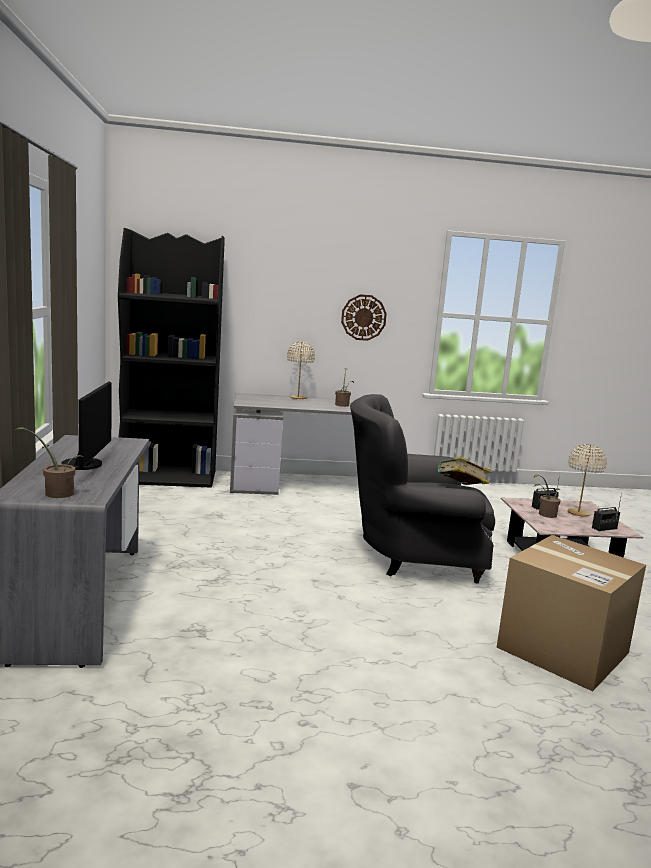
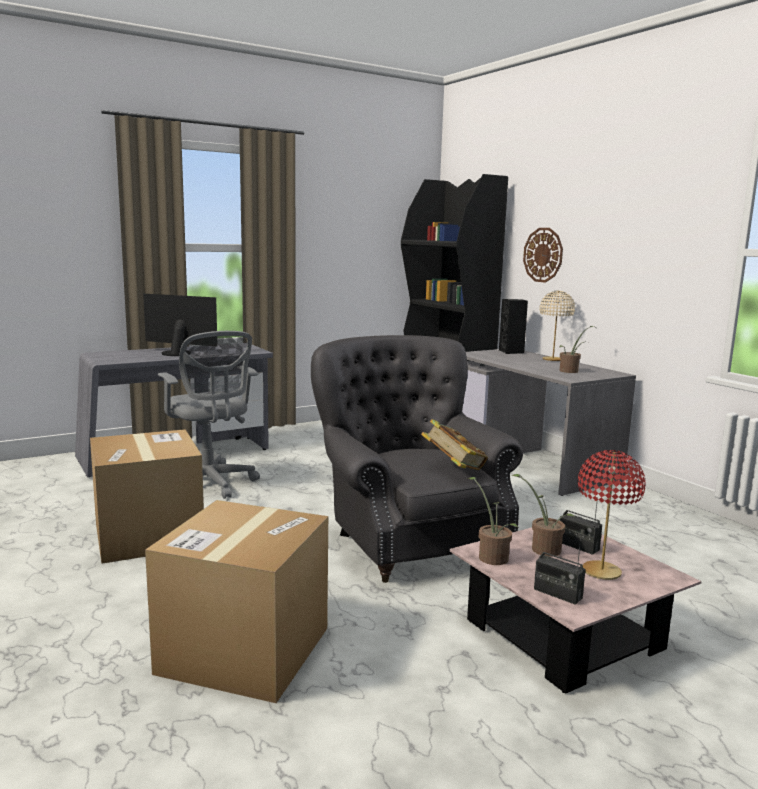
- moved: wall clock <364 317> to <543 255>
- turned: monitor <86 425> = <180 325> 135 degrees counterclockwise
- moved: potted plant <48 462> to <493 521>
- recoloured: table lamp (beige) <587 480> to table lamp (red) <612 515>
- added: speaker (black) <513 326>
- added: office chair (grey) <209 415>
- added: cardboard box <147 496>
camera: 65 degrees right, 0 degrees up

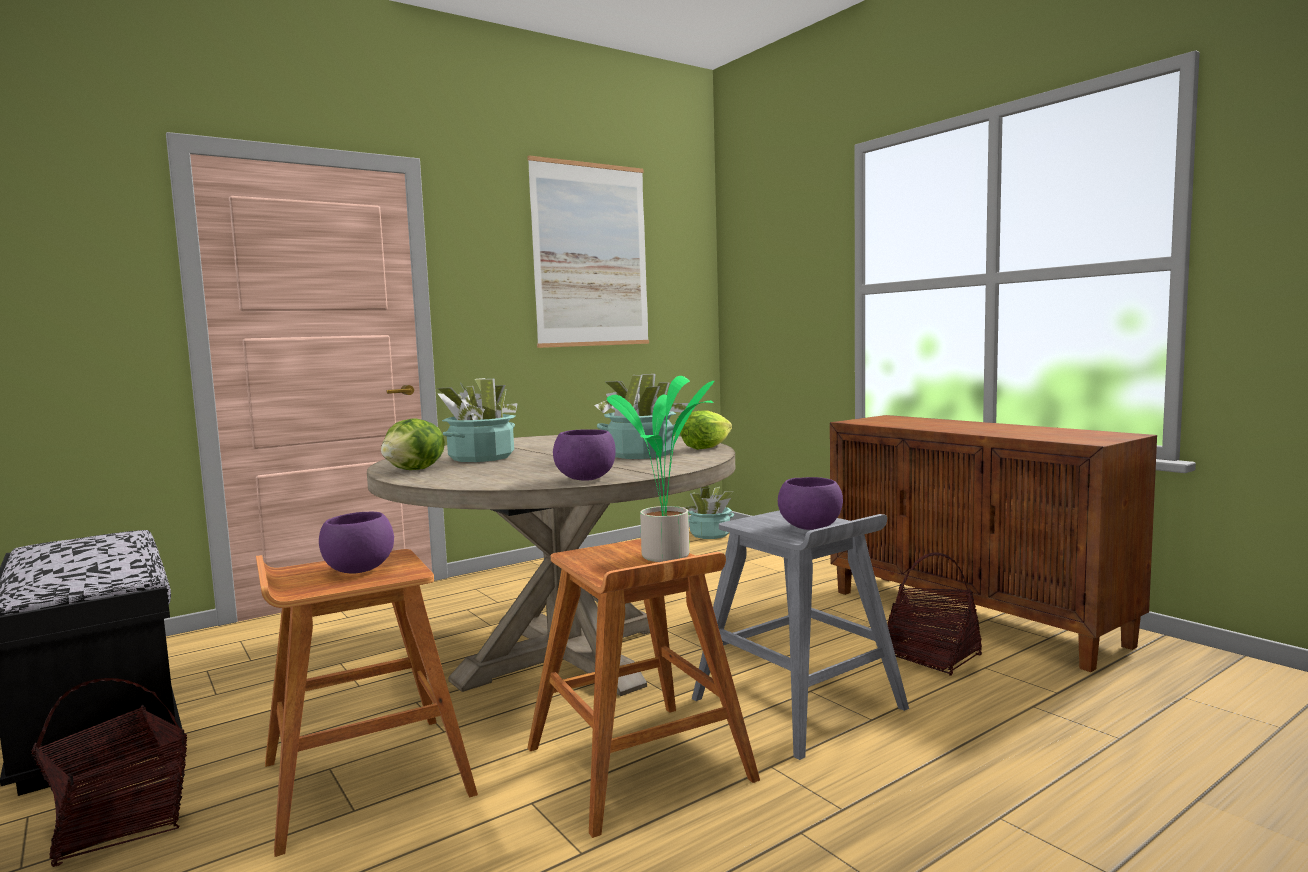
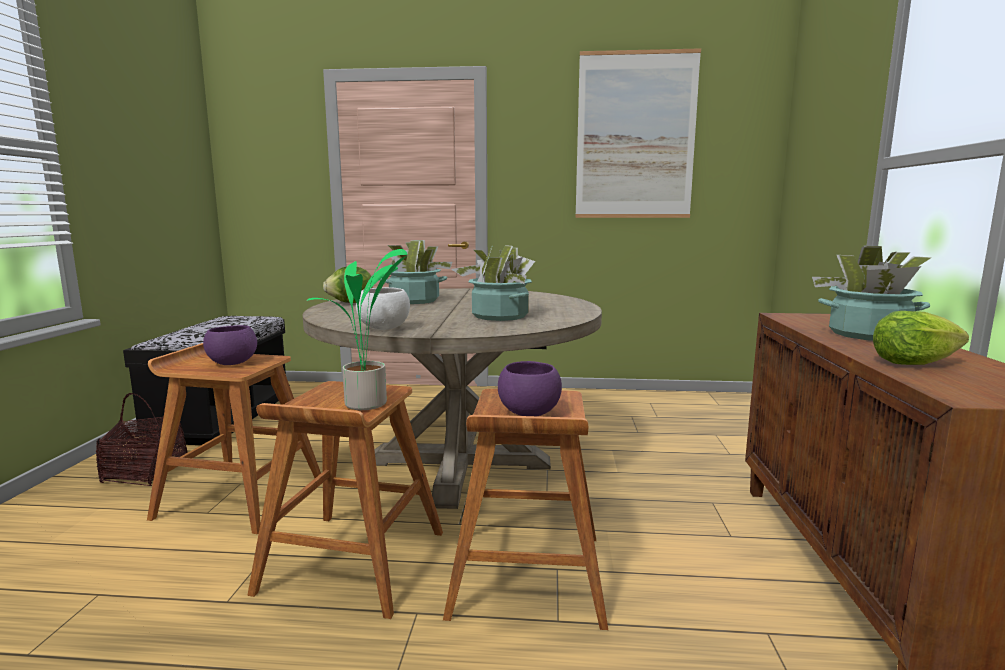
- moved: lettuce <706 430> to <921 338>
- recoloured: bowl (purple) <584 455> to bowl (white) <383 308>
- moved: potted plant <708 512> to <872 293>
- recoloured: stool (grey) <800 635> to stool (brown) <525 509>
- removed: basket <934 614>
camera: 40 degrees right, 5 degrees up

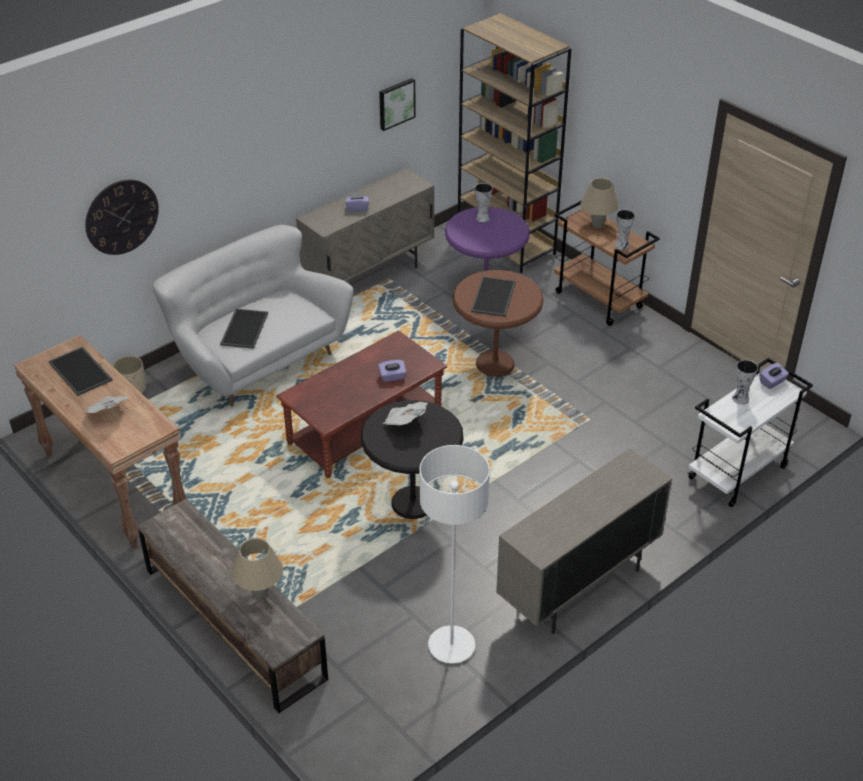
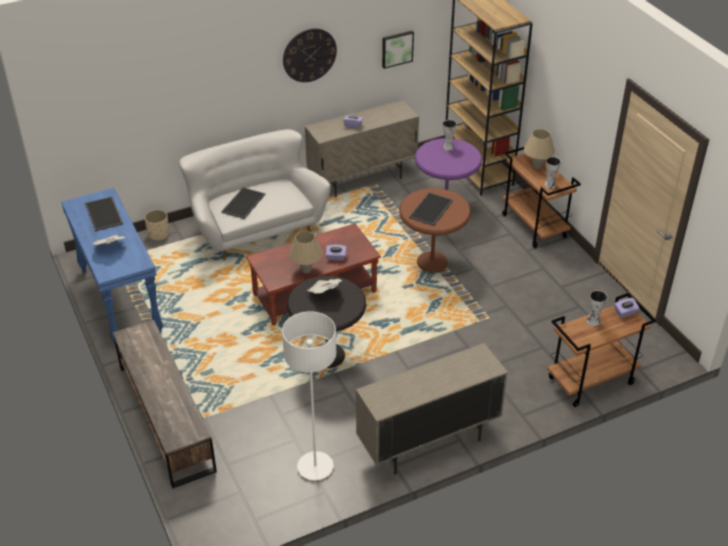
- moved: wall clock <122 217> to <310 55>
- recoloured: console table (brown) <100 441> to console table (blue) <112 266>
- recoloured: cart (white) <750 432> to cart (brown) <601 350>
- moved: table lamp (beige) <257 568> to <306 252>
camera: 15 degrees right, 0 degrees up

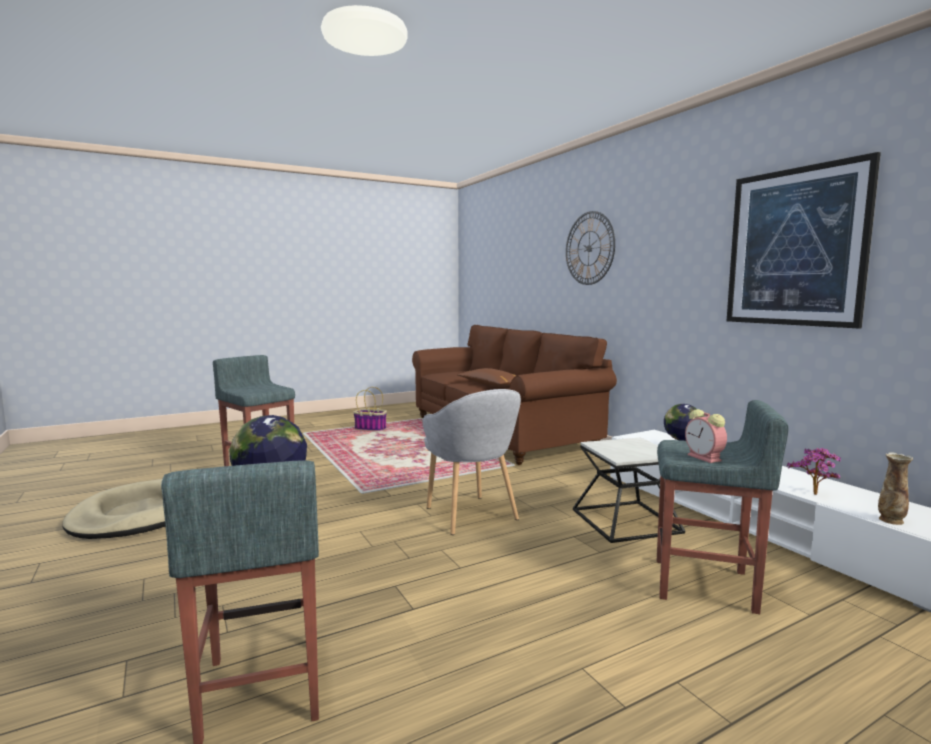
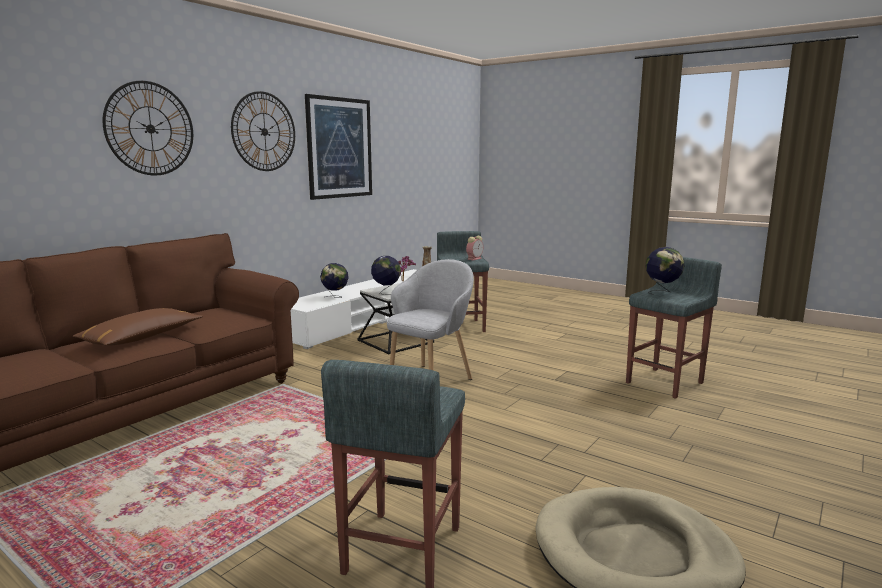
- removed: basket <370 409>
- added: wall clock <263 131>
- added: globe <386 275>
camera: 115 degrees left, 5 degrees up

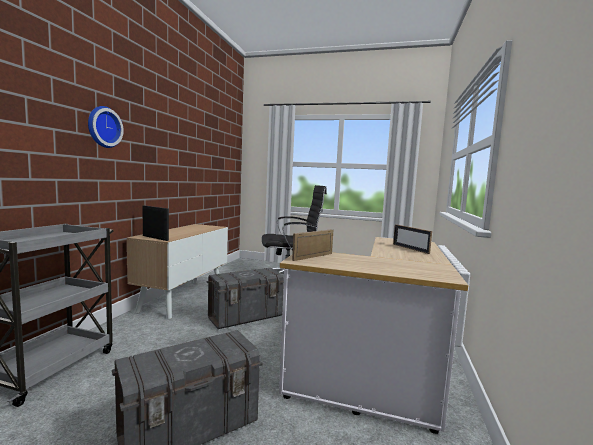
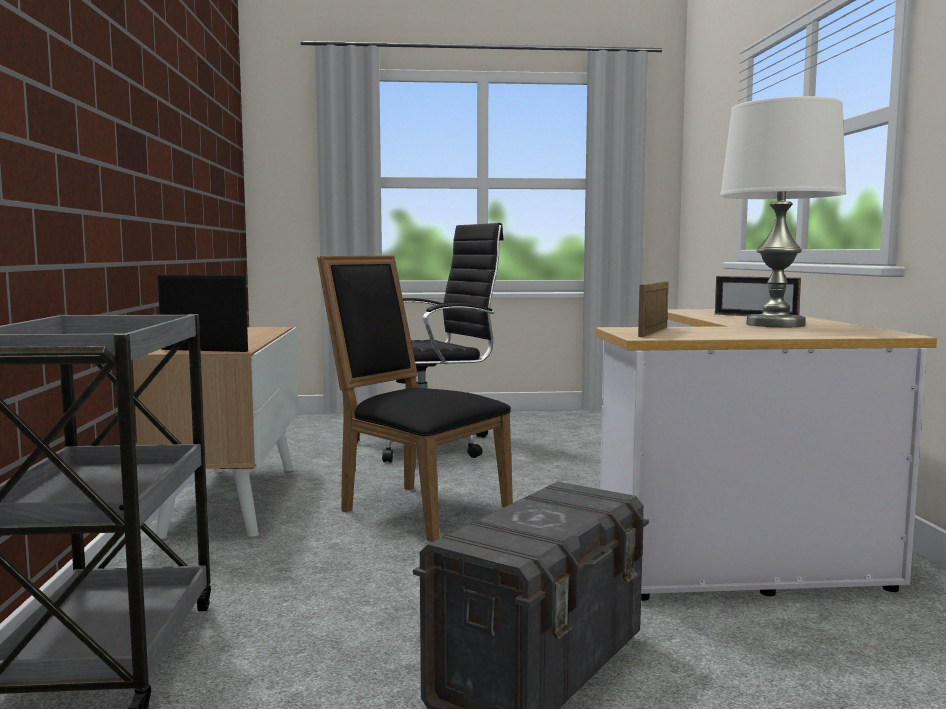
- removed: wall clock <106 127>
- replaced: storage box (grey) <245 298> to chair (black) <415 399>
- added: table lamp (white) <783 211>
camera: 20 degrees left, 0 degrees up

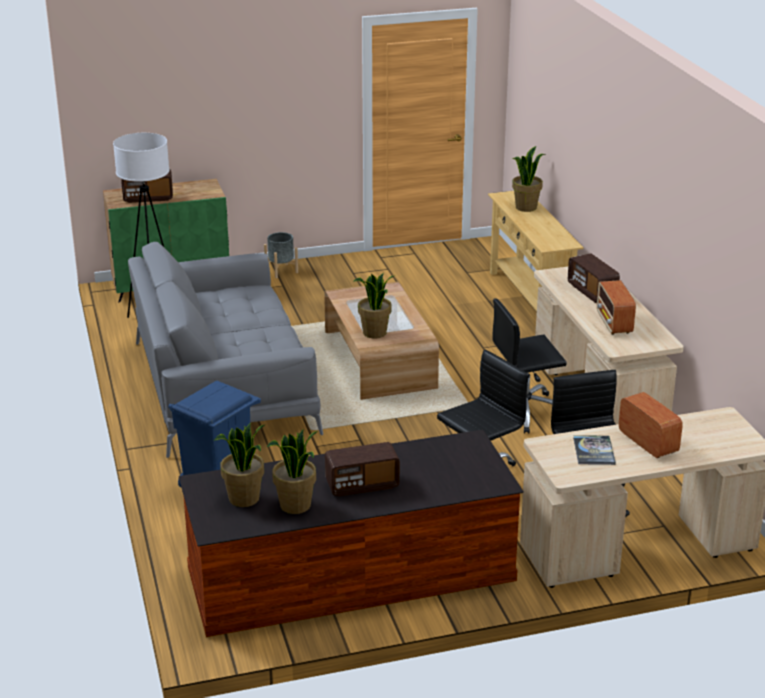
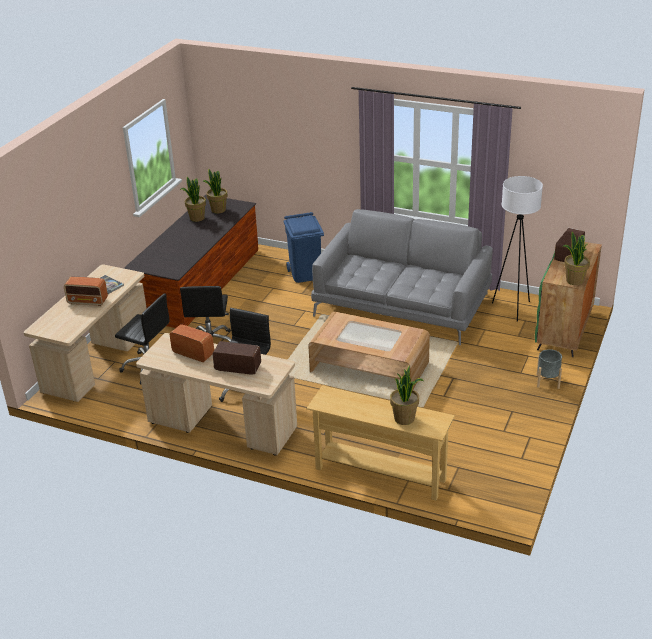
- moved: potted plant <373 306> to <576 258>
- removed: radio <362 469>
camera: 130 degrees right, 5 degrees up

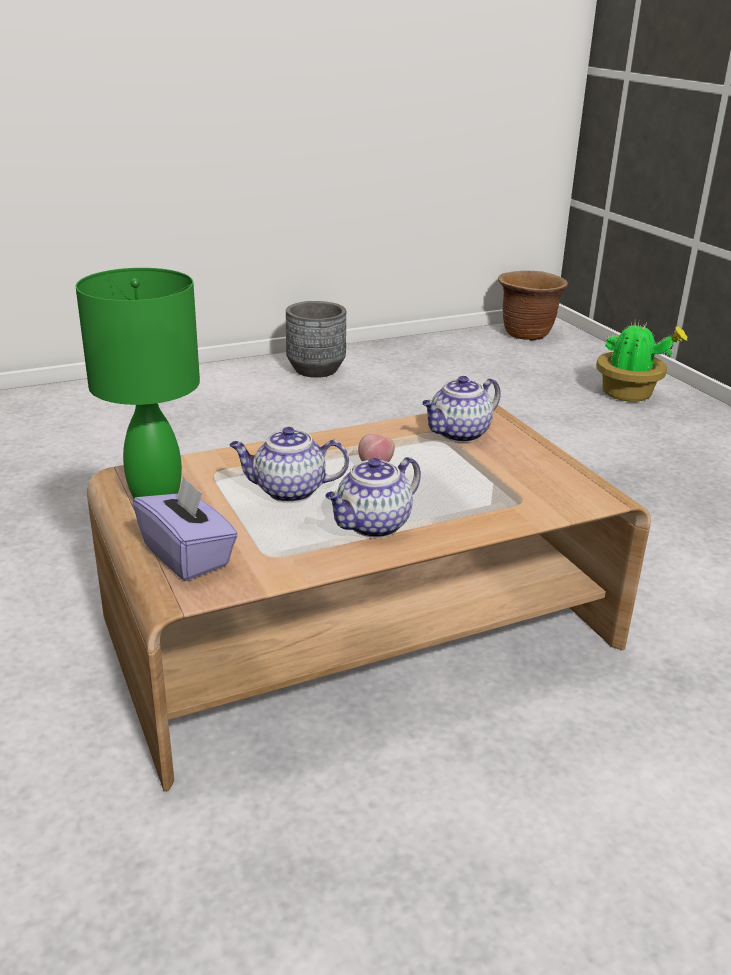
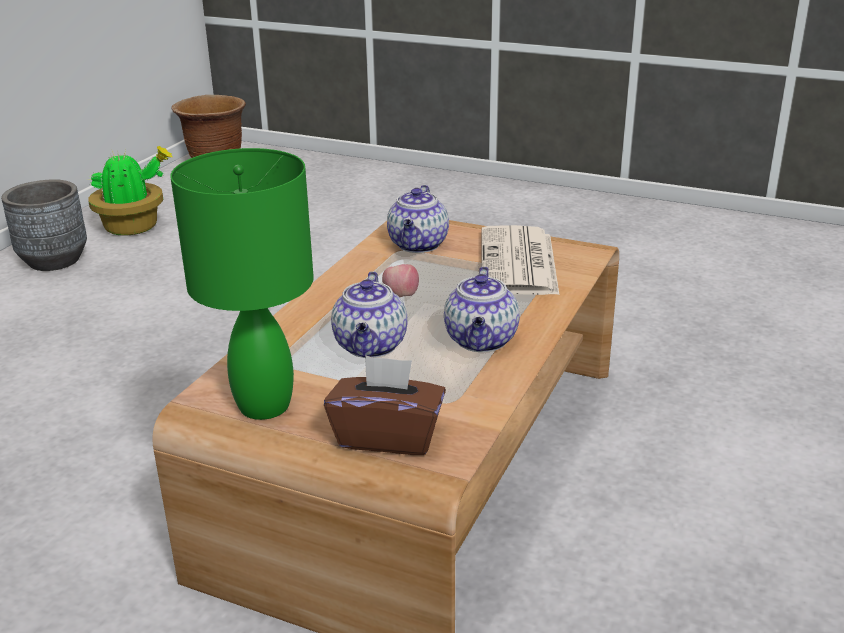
- moved: potted plant <642 361> to <130 191>
- turned: teapot <289 465> = <369 314> 45 degrees counterclockwise
- recoloured: tissue box (purple) <185 528> to tissue box (brown) <385 405>
- added: newspaper <520 260>
camera: 40 degrees left, 0 degrees up

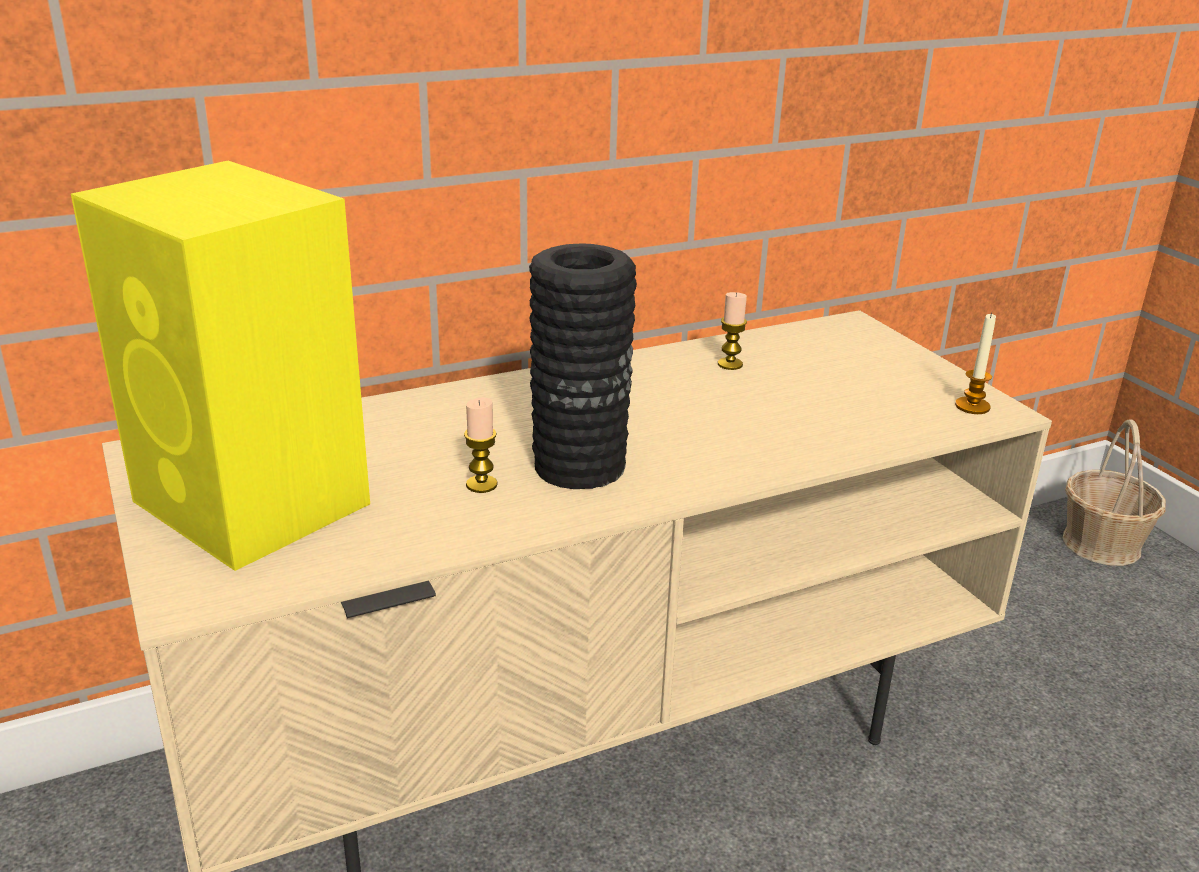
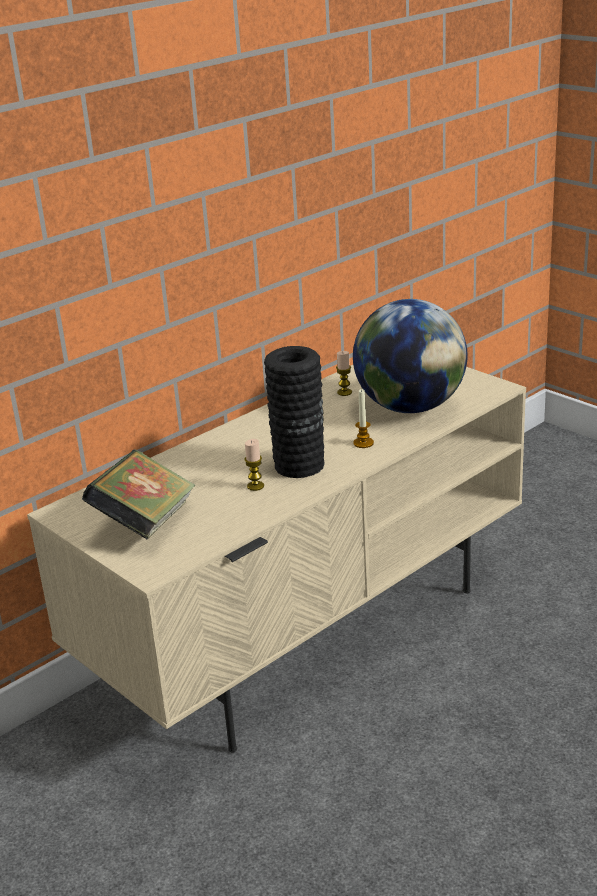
- replaced: speaker (yellow) <220 366> to book <138 494>
- moved: candle <975 363> to <363 418>
- removed: basket <1114 493>
- added: globe <410 356>
camera: 15 degrees left, 0 degrees up

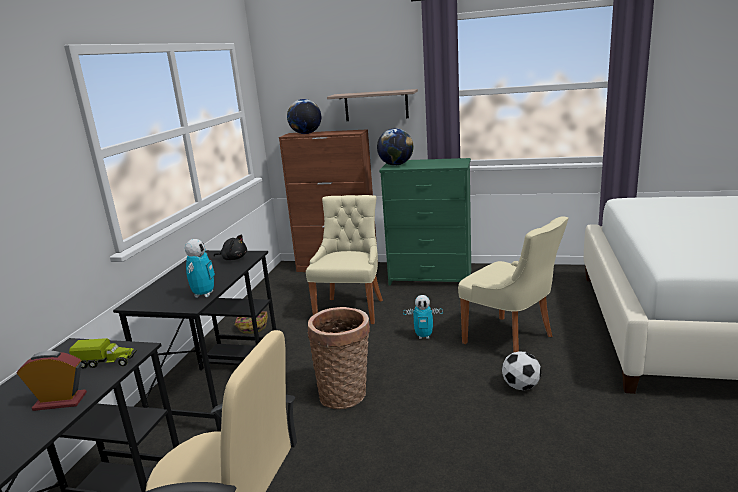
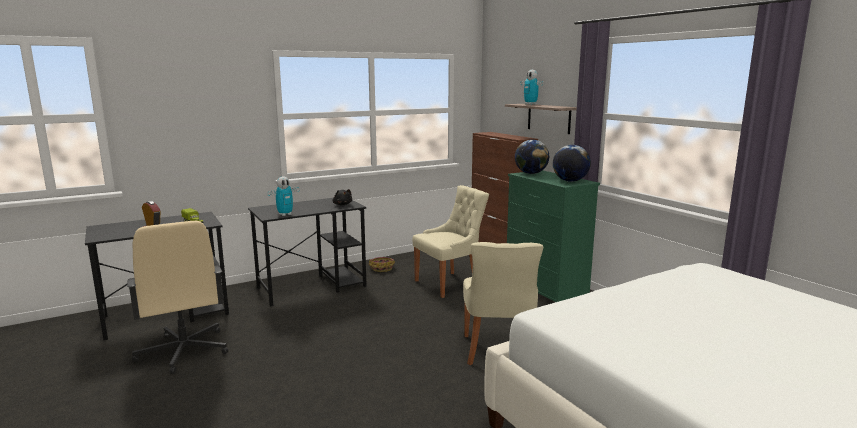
- moved: globe <304 116> to <572 163>
- moved: toy robot <423 317> to <532 87>
- removed: basket <339 358>
- removed: football <521 370>
camera: 45 degrees right, 5 degrees down

